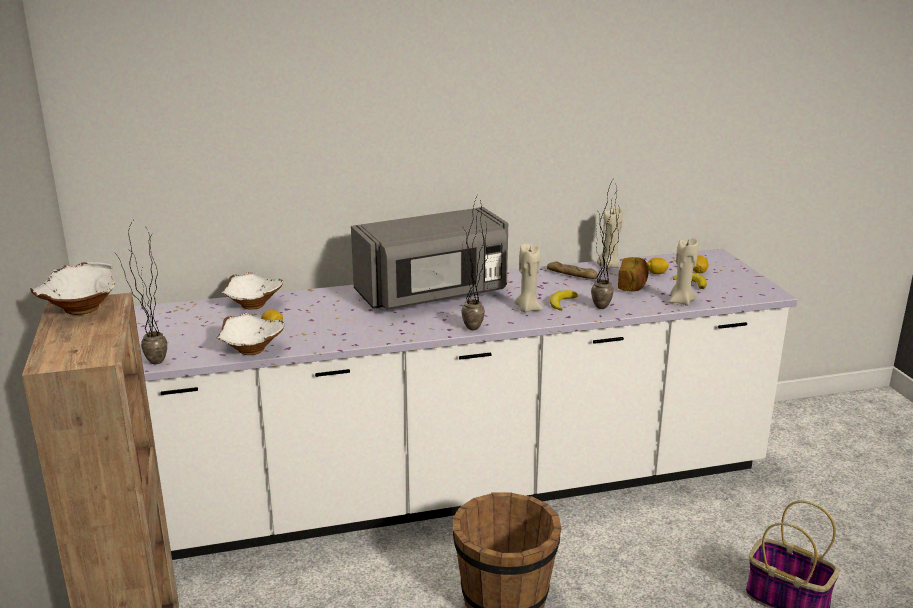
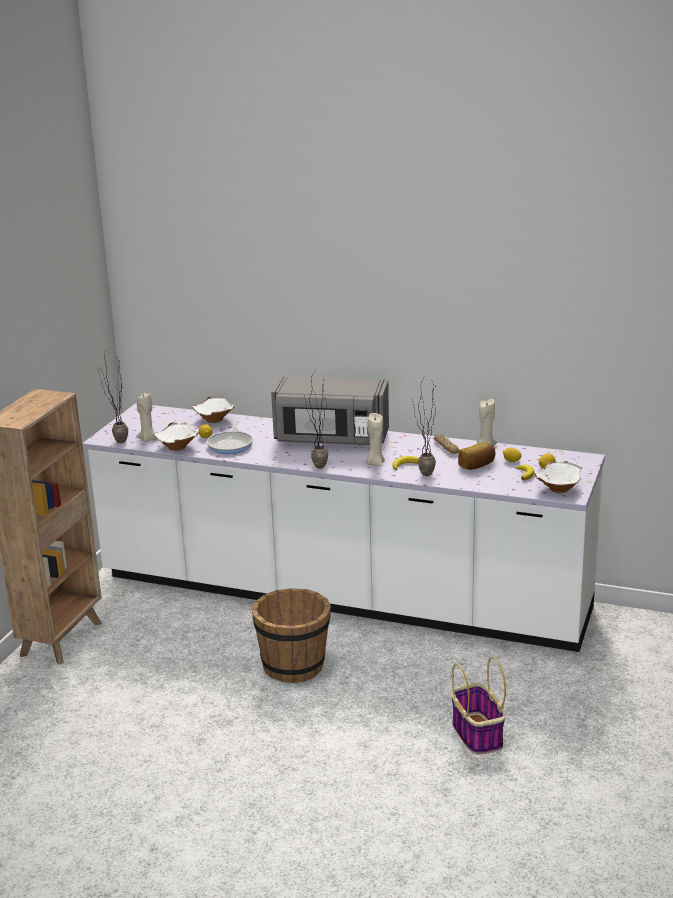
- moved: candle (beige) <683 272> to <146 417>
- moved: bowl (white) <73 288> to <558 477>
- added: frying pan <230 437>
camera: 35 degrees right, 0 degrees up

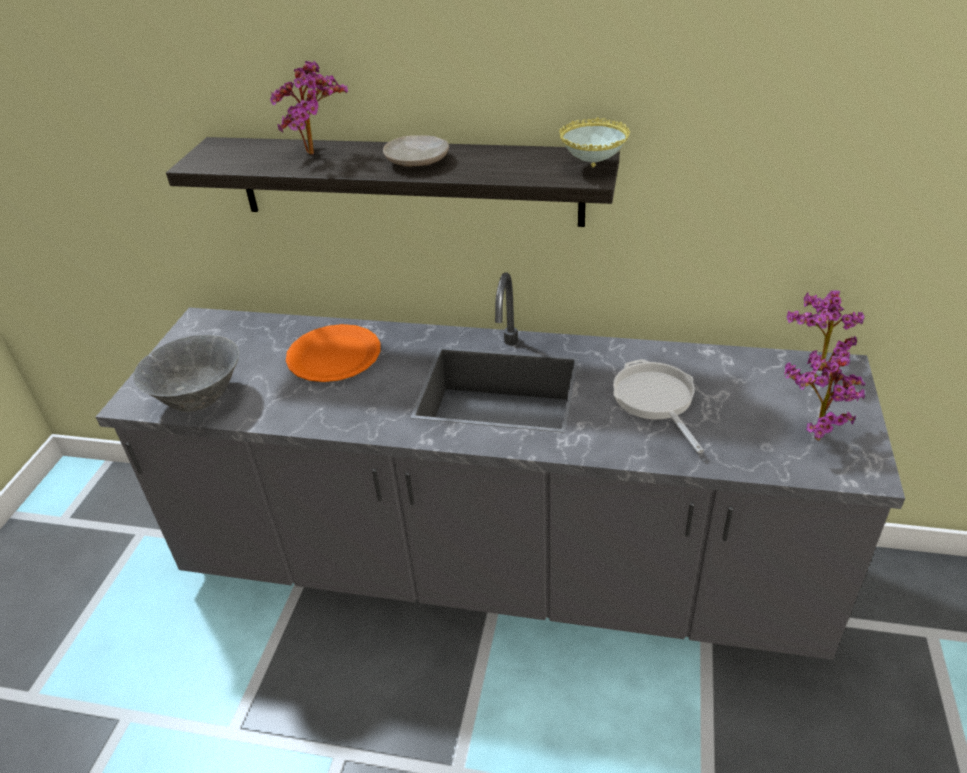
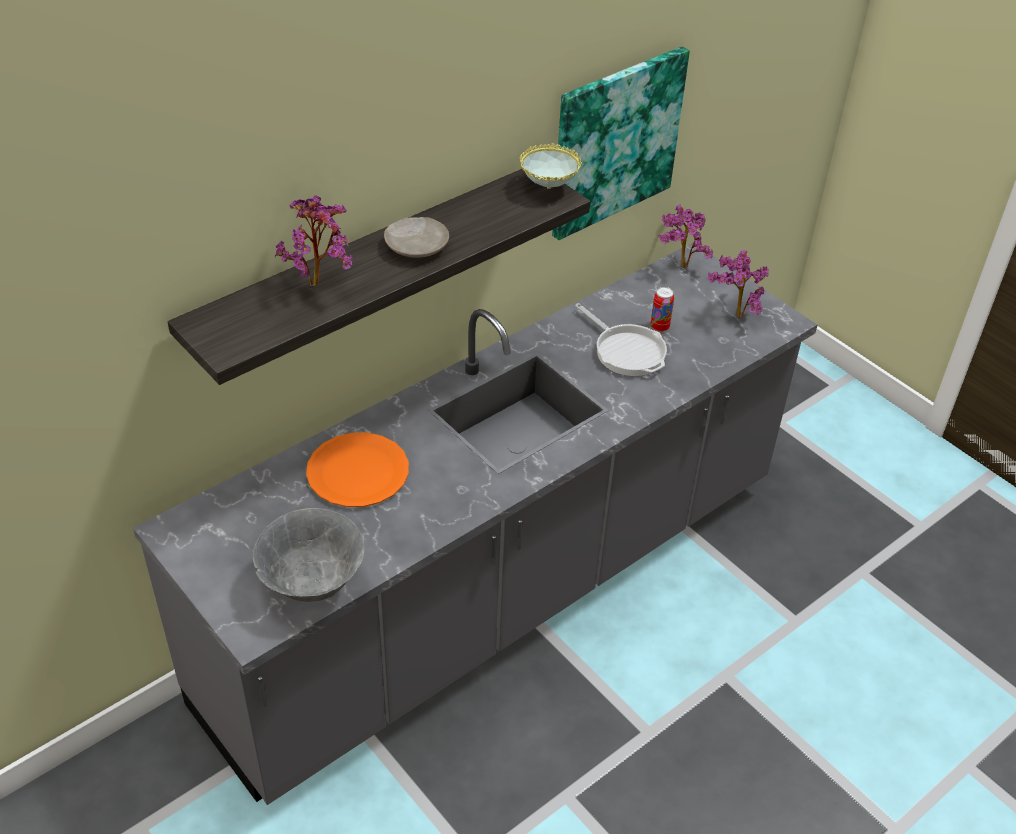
- turned: frying pan <658 406> = <621 339> 150 degrees counterclockwise
- added: picture <621 143>
- added: can <662 309>
camera: 55 degrees left, 5 degrees up

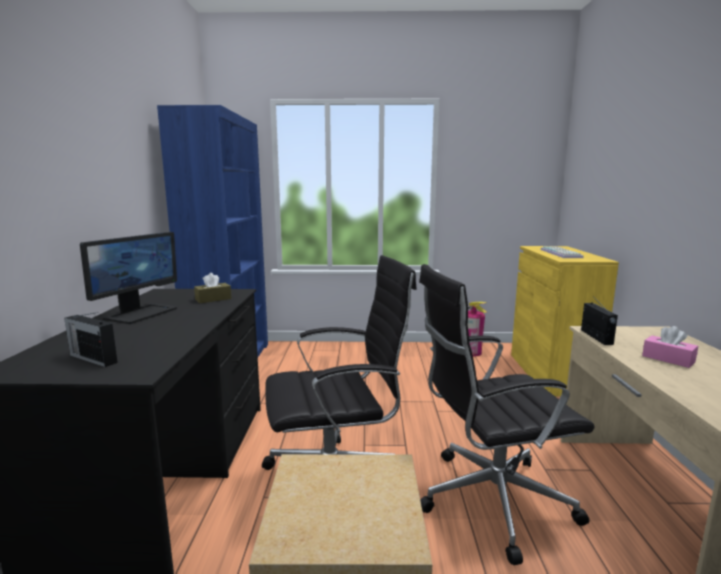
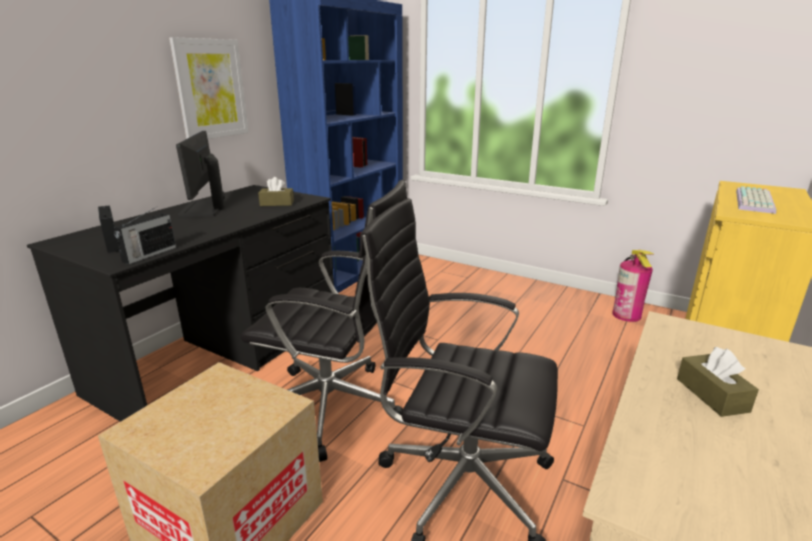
- turned: monitor <128 278> = <201 174> 120 degrees clockwise
- moved: radio <599 322> to <145 235>
- recoloured: tissue box (pink) <670 347> to tissue box (brown) <718 382>
- added: picture <209 88>
camera: 30 degrees right, 10 degrees up

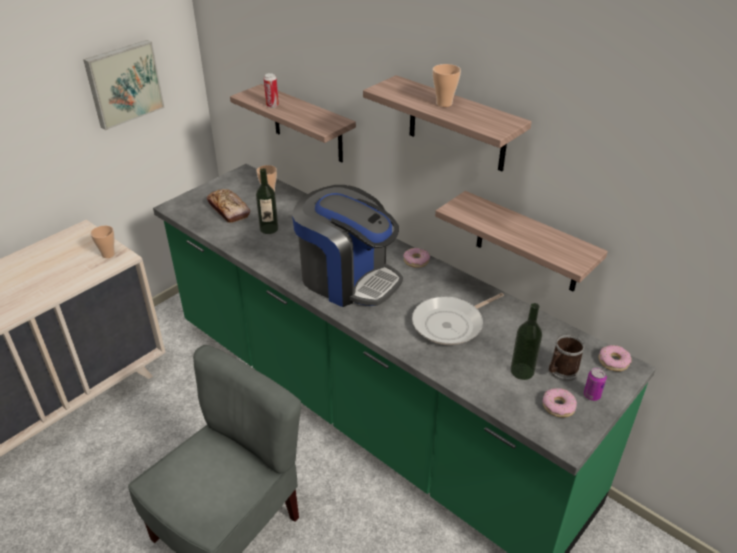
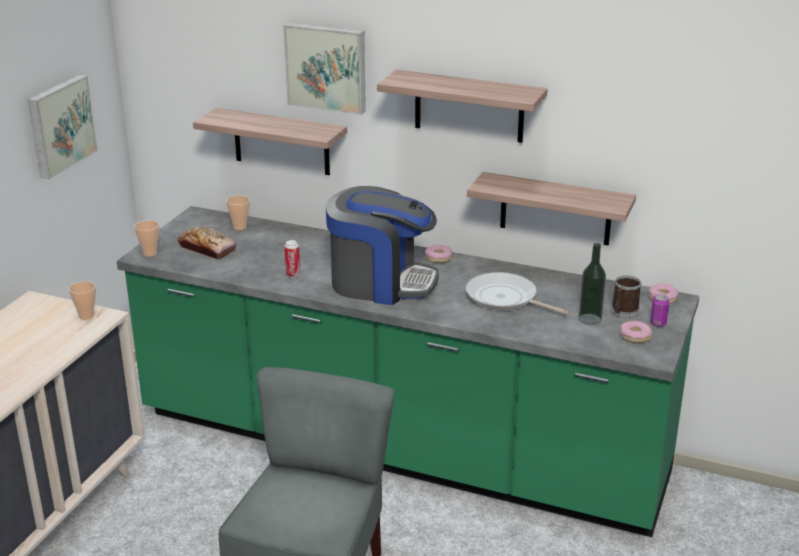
- moved: cup <446 85> to <146 238>
- moved: can <271 90> to <292 258>
- removed: bottle <267 201>
- turned: frying pan <458 319> = <517 293> 90 degrees clockwise
- added: picture <324 69>
camera: 20 degrees left, 10 degrees down

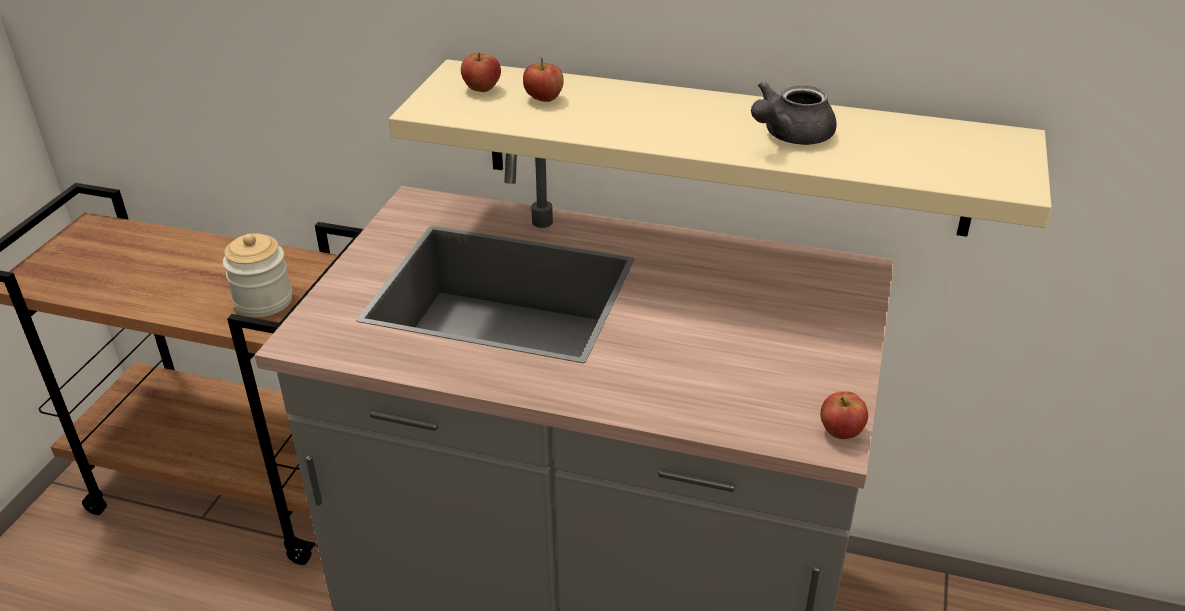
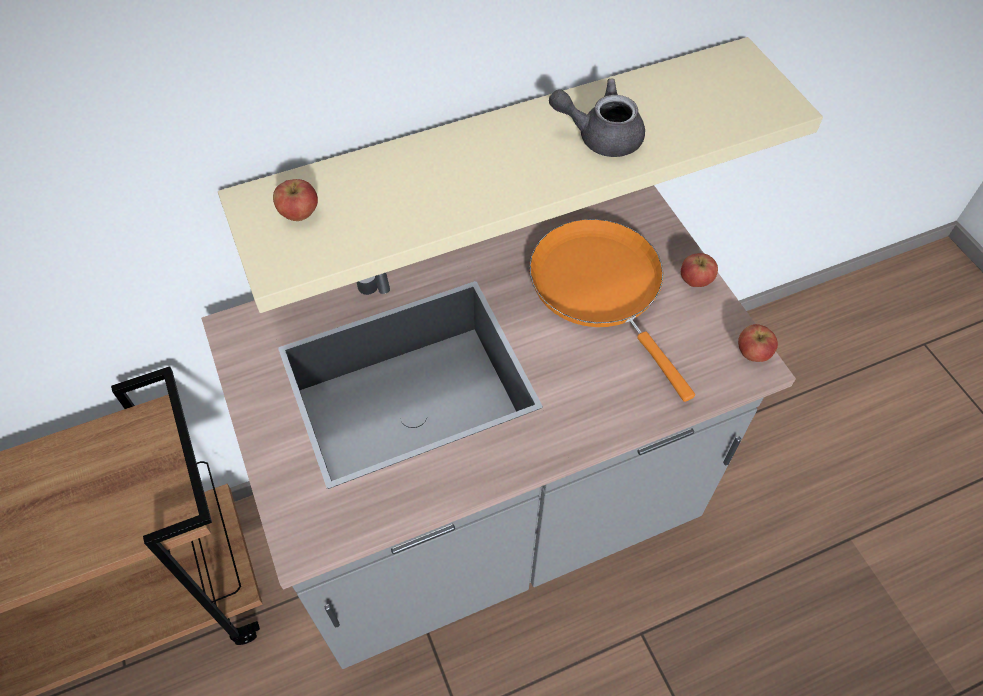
- moved: apple <543 80> to <699 270>
- turned: teapot (grey) <794 113> = <597 117> 90 degrees clockwise
- removed: jar <257 275>
- added: frying pan (orange) <612 310>
camera: 40 degrees left, 20 degrees up

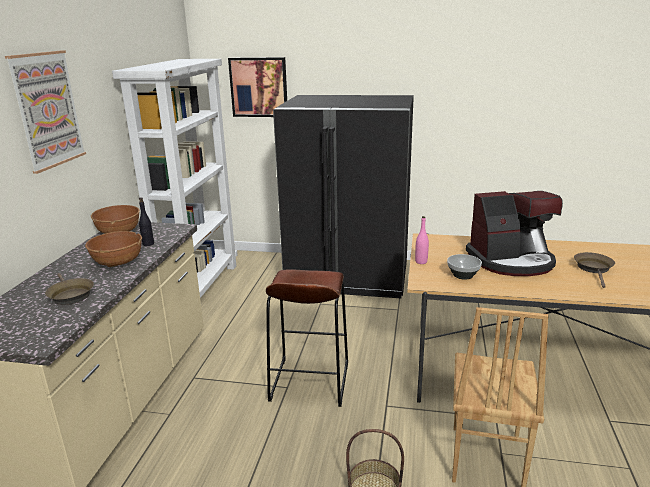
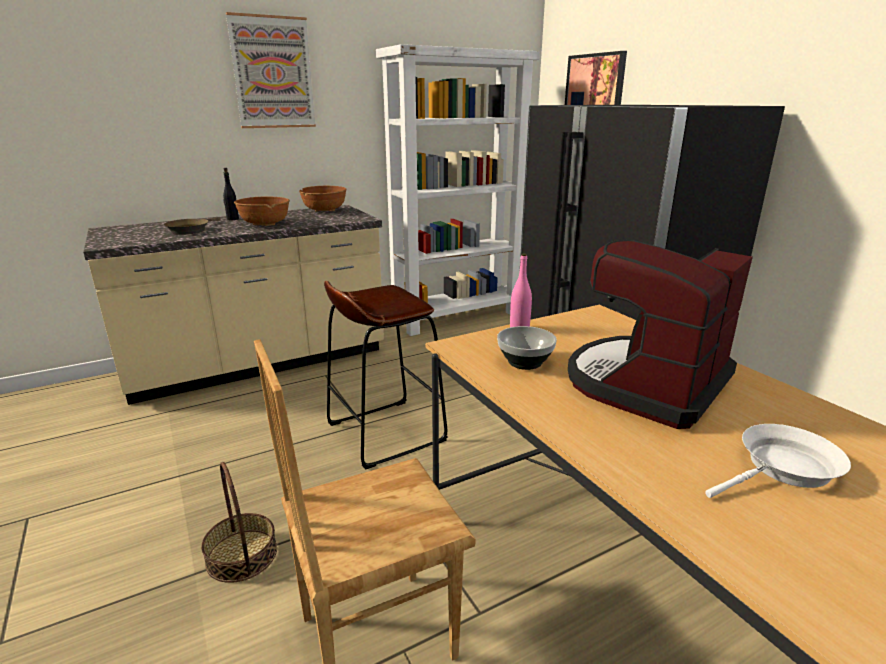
- turned: coffee machine <514 233> = <660 334> 90 degrees clockwise
- moved: bottle (black) <146 221> to <231 194>
- recoloured: frying pan (brown) <594 270> to frying pan (white) <778 461>
camera: 50 degrees right, 0 degrees up

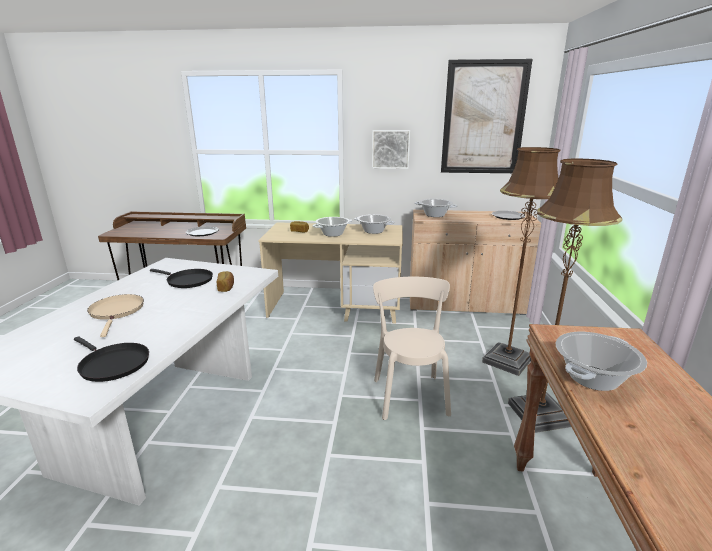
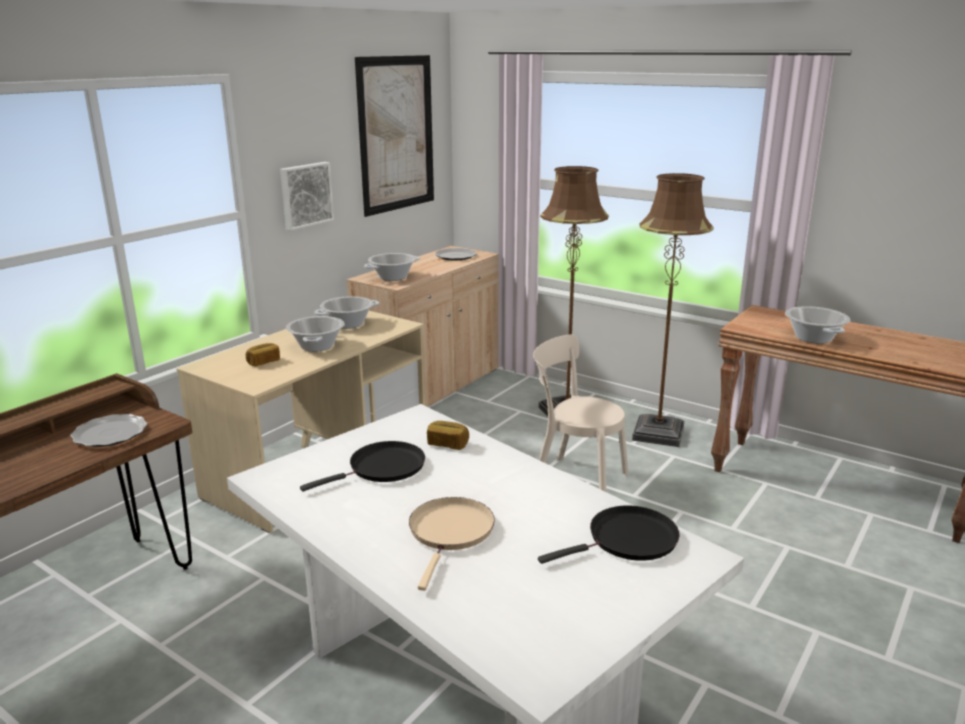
- turned: frying pan (beige) <115 315> = <452 544> 90 degrees clockwise
camera: 60 degrees left, 0 degrees up

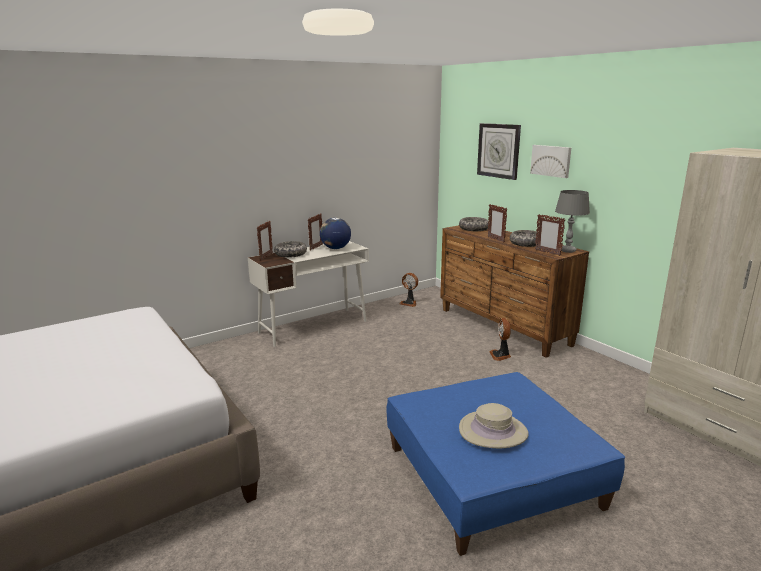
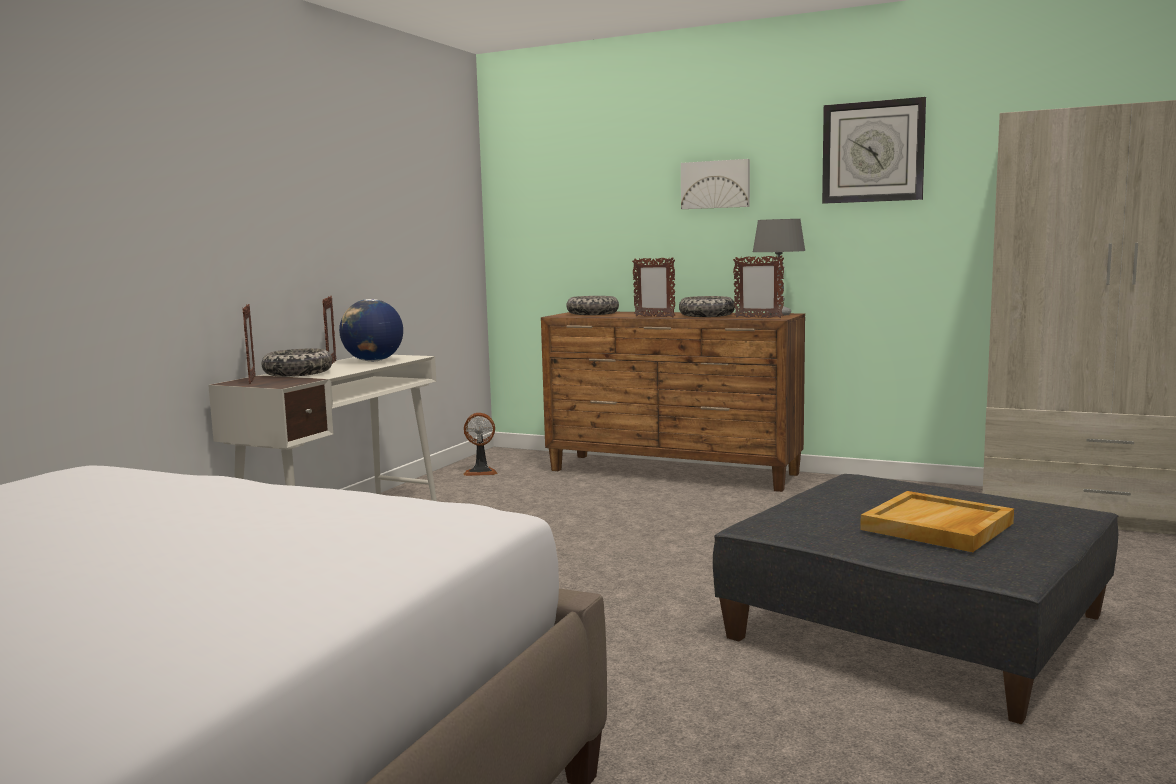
- moved: wall clock <499 151> to <874 150>
- removed: fan <500 339>
- recoloured: ottoman (blue) <506 464> to ottoman (grey) <915 599>
- replaced: hat (beige) <494 426> to tray (beige) <937 521>
camera: 30 degrees left, 10 degrees down

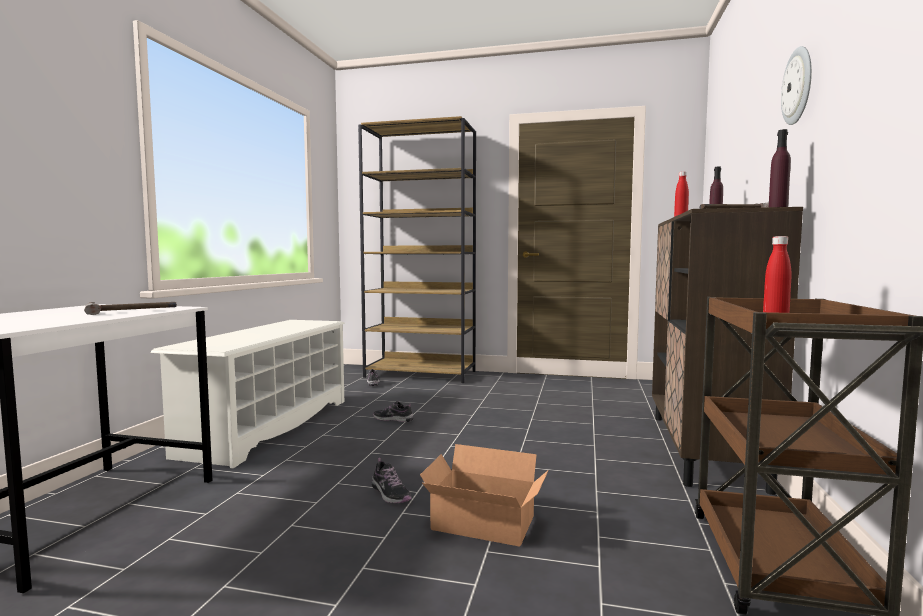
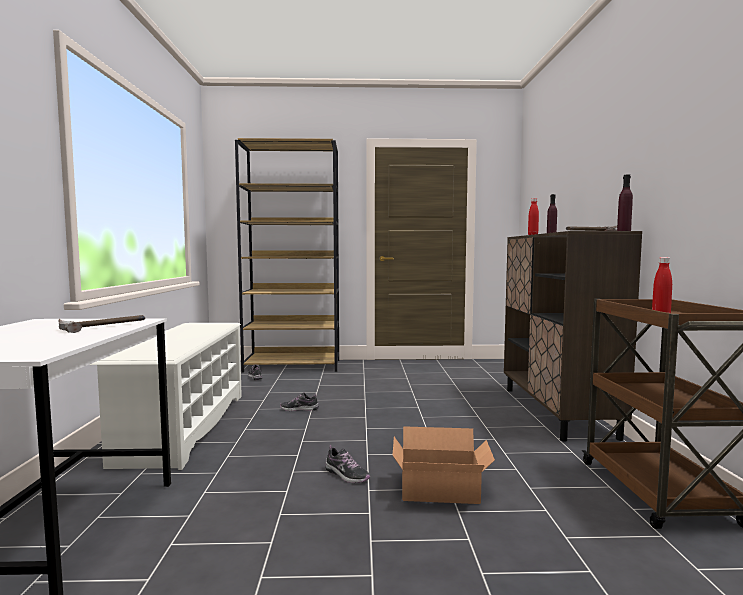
- removed: wall clock <796 85>
camera: 15 degrees left, 0 degrees up

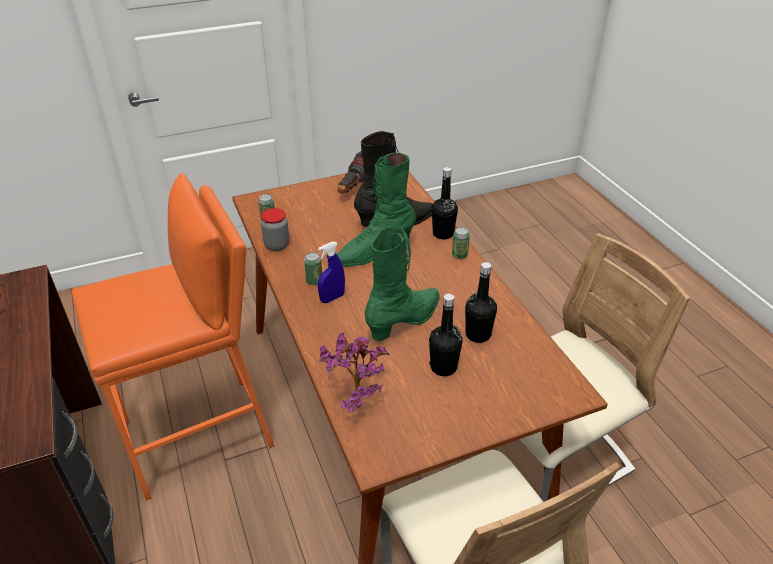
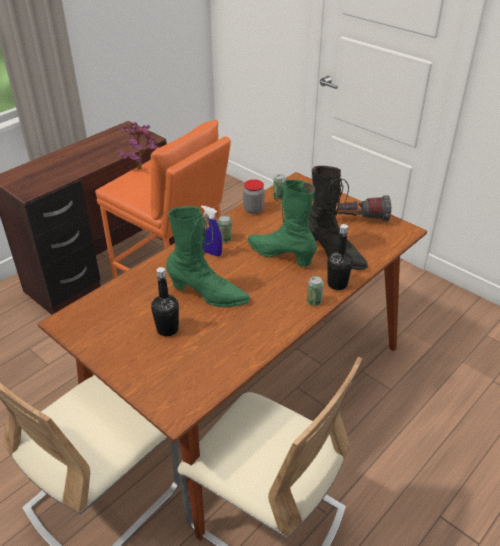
- removed: bottle (black) <481 302>
- moved: potted plant <354 372> to <139 146>
camera: 65 degrees right, 0 degrees up

